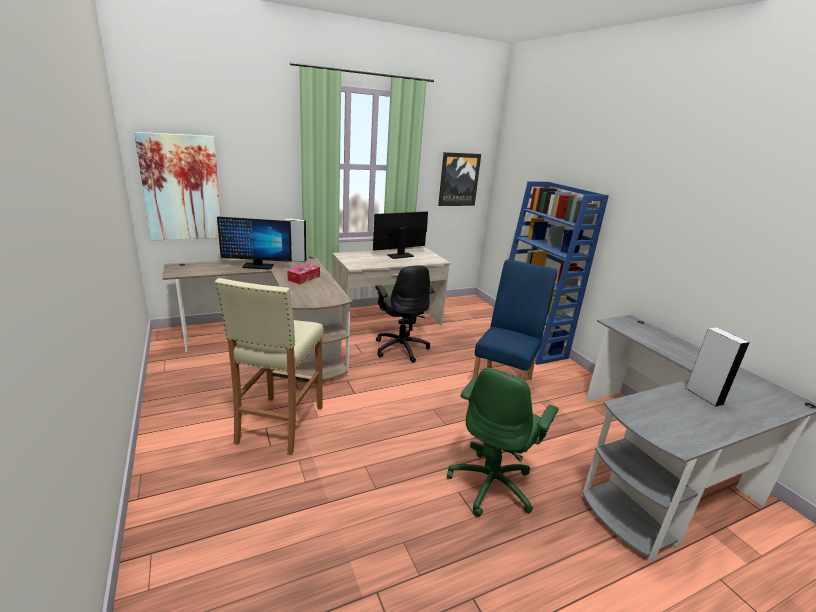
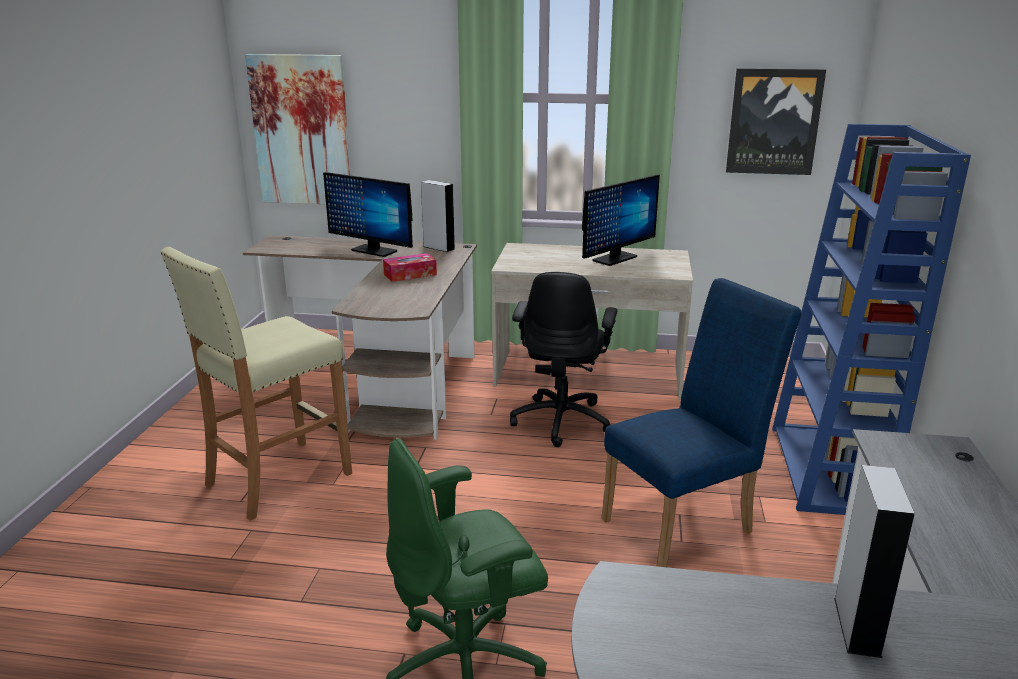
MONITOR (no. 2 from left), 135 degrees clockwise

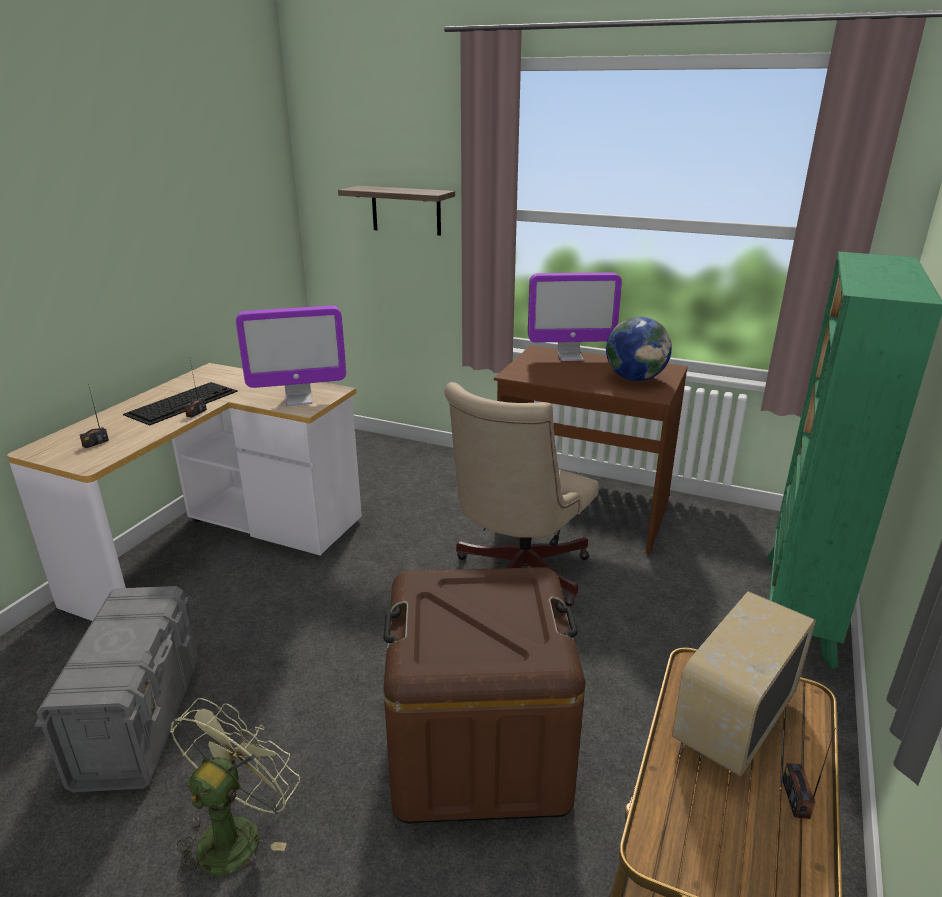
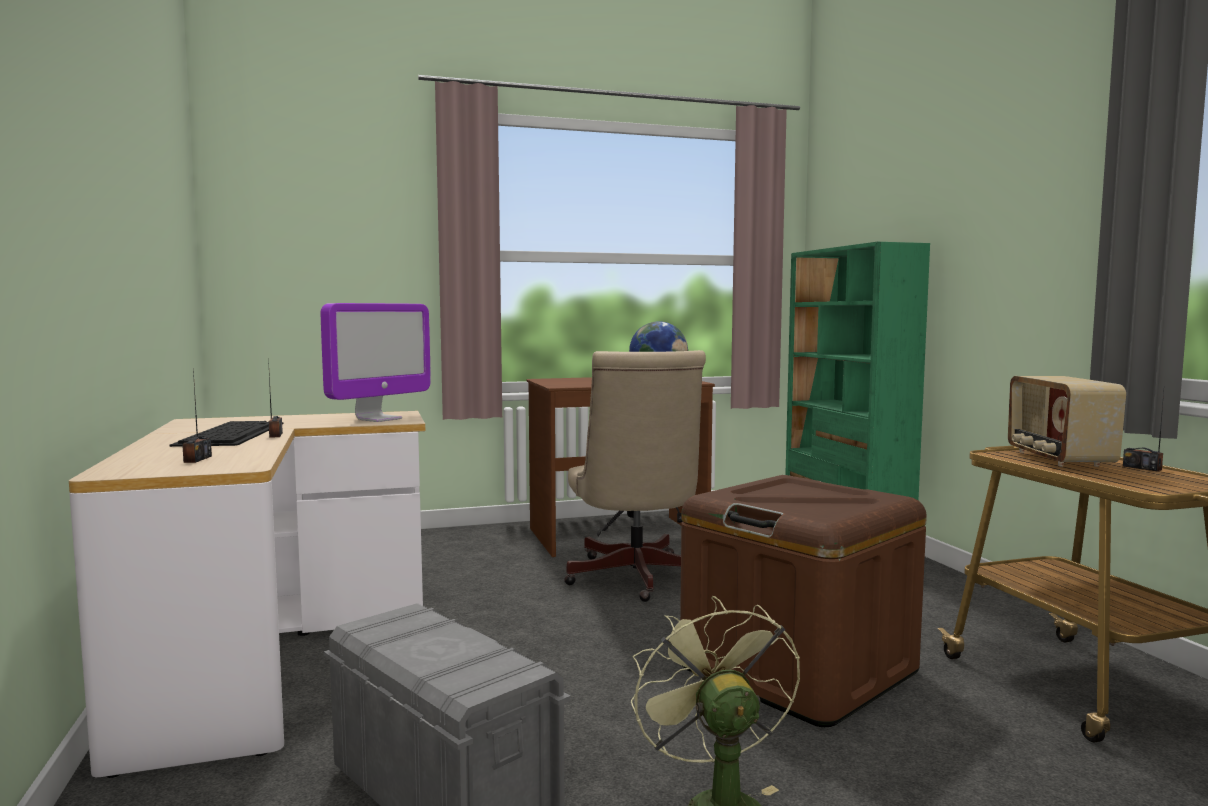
SHELF → -
MONITOR (no. 2 from left) → -

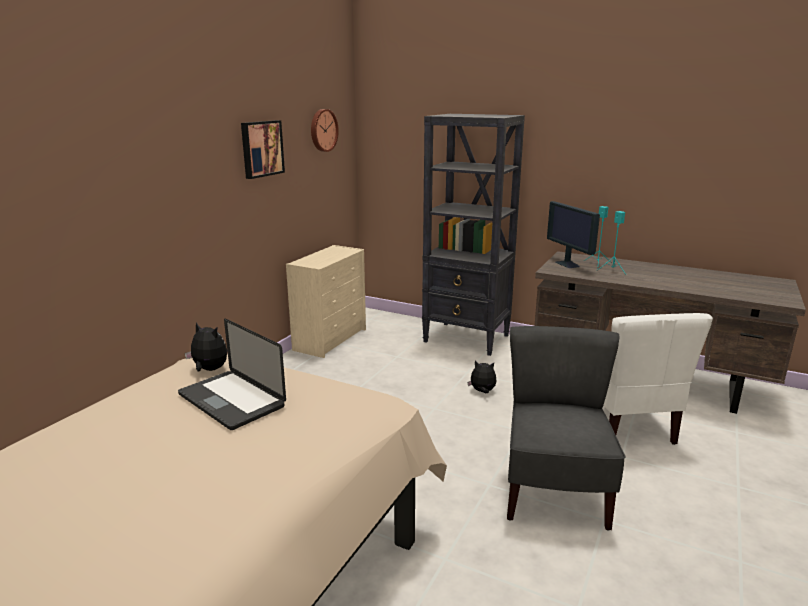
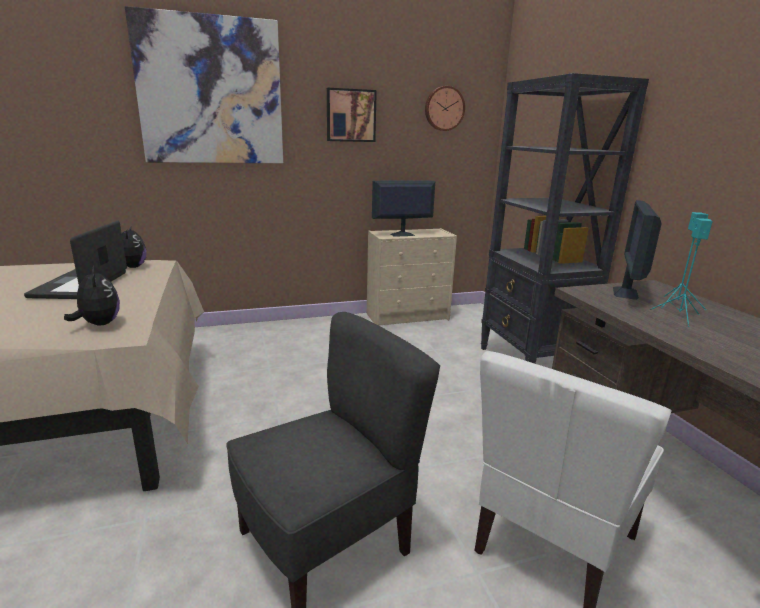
PLUSH TOY (no. 2 from left in the first image) → PLUSH TOY (no. 1 from left), relocated
- → PICTURE (no. 1 from left)
- → MONITOR (no. 1 from left)

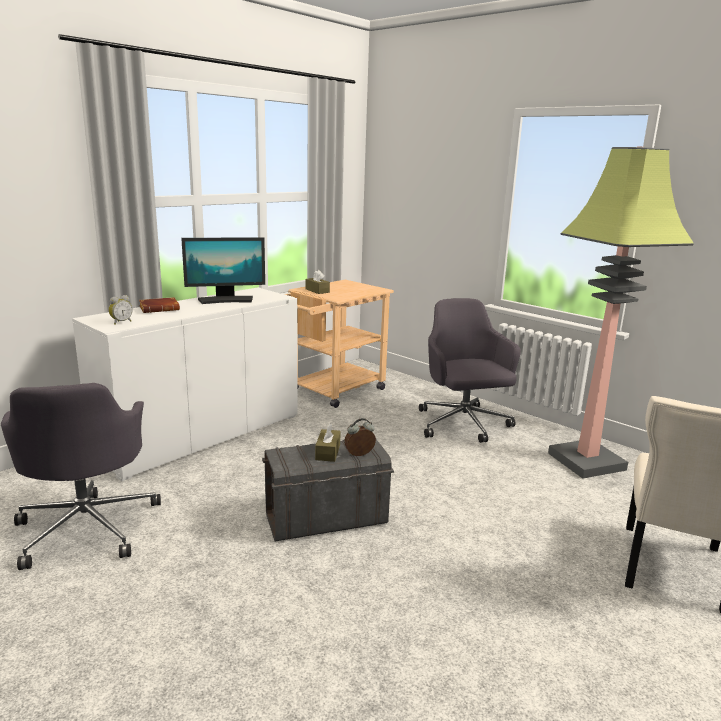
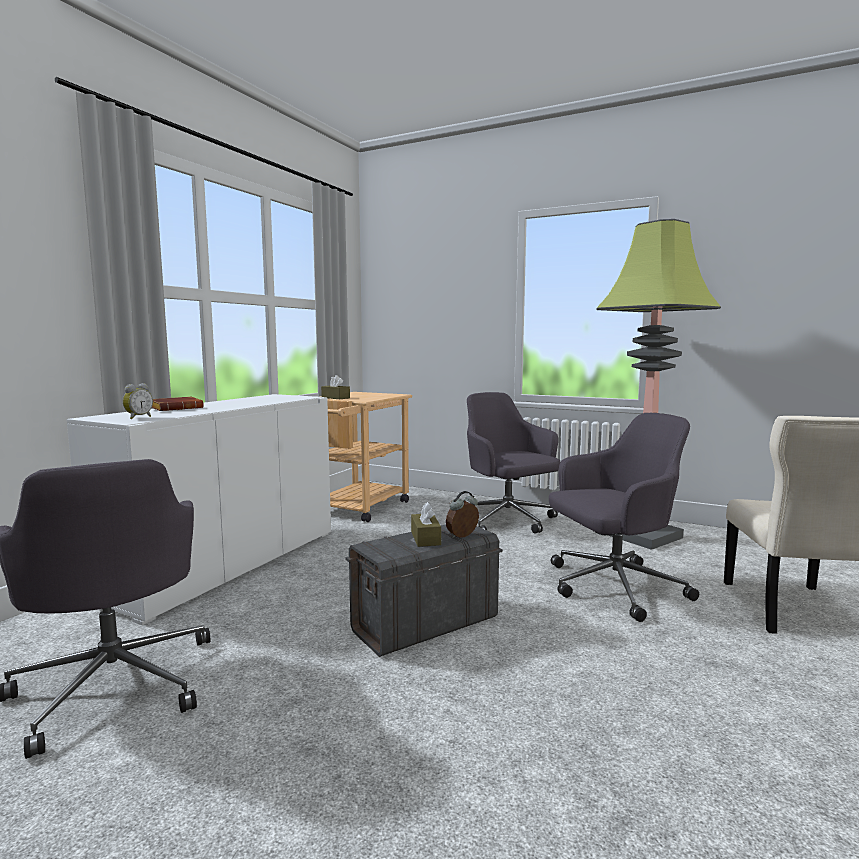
MONITOR → -
- → GREY OFFICE CHAIR (no. 3 from left)

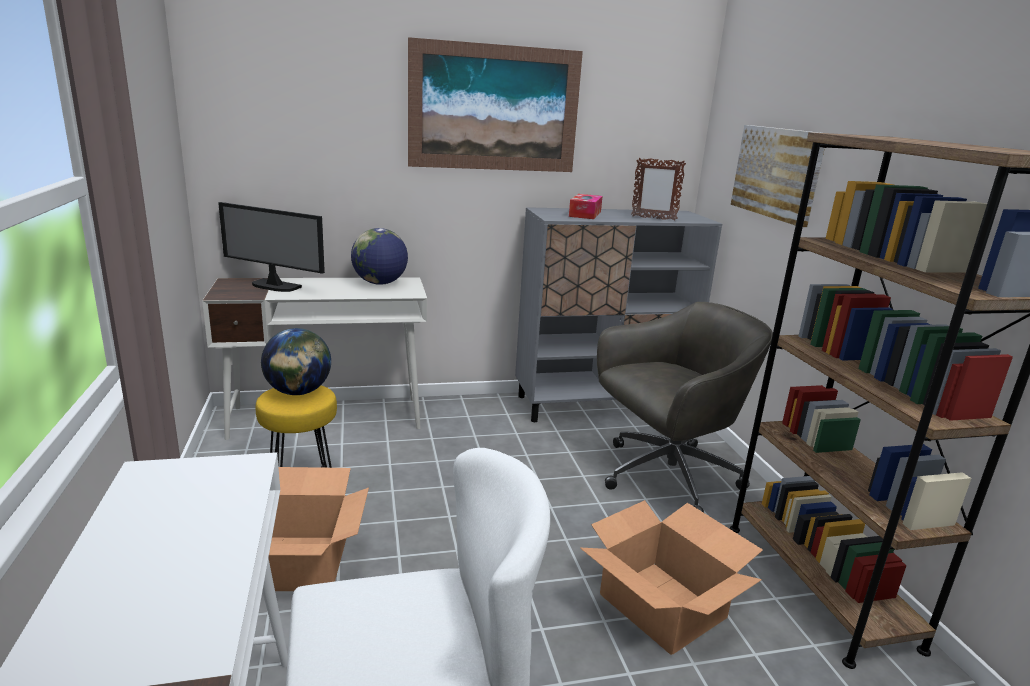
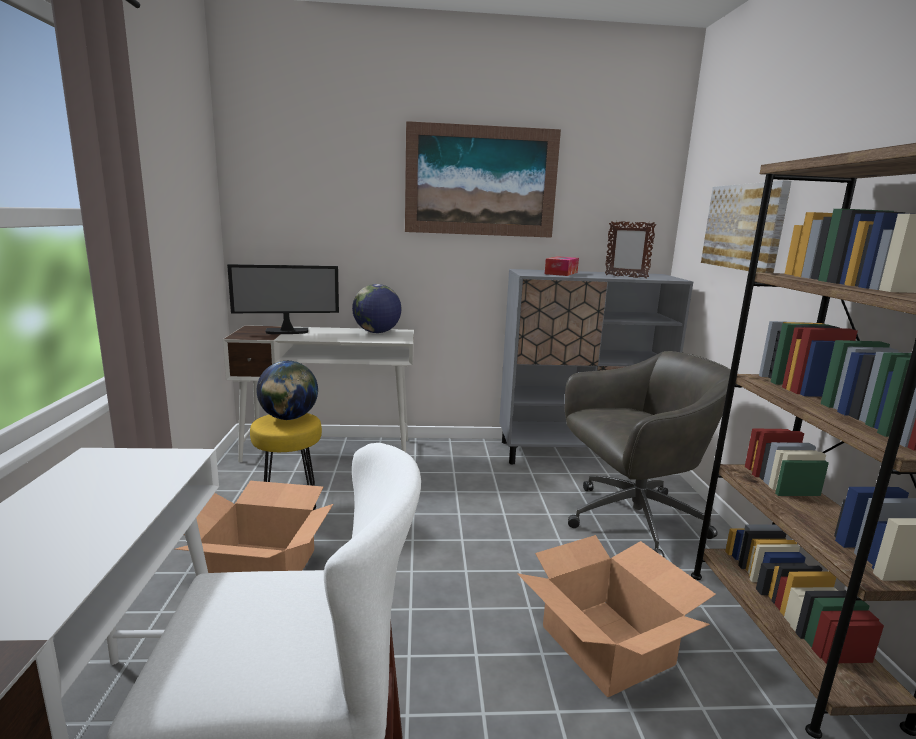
MONITOR, 45 degrees counterclockwise

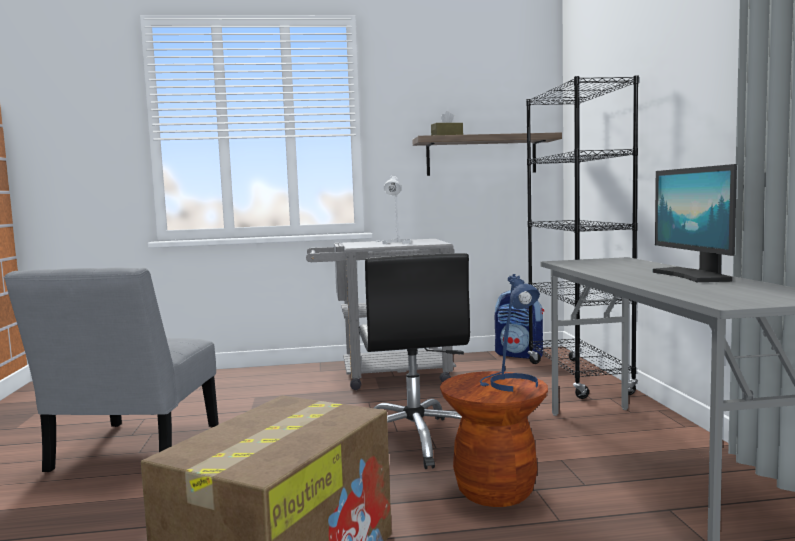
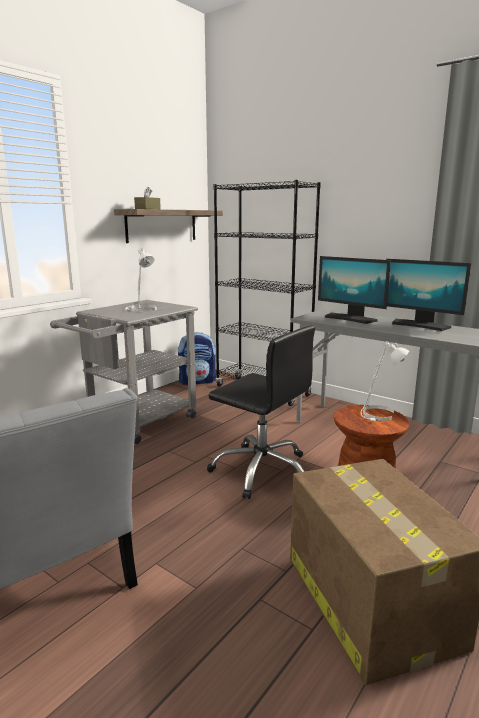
BLUE TABLE LAMP → WHITE TABLE LAMP (no. 2 from left)
- → MONITOR (no. 1 from left)

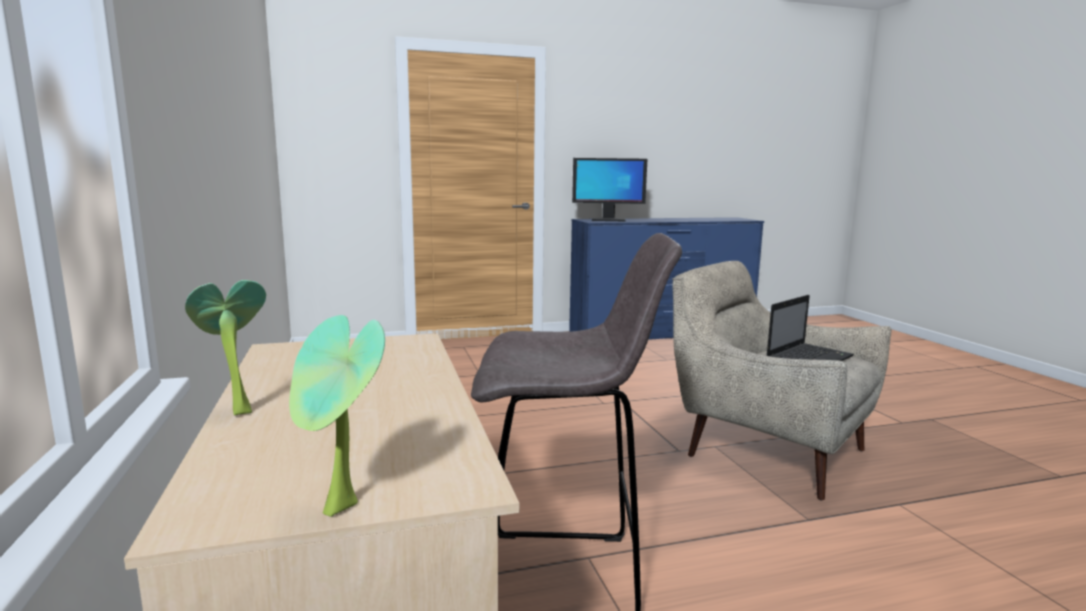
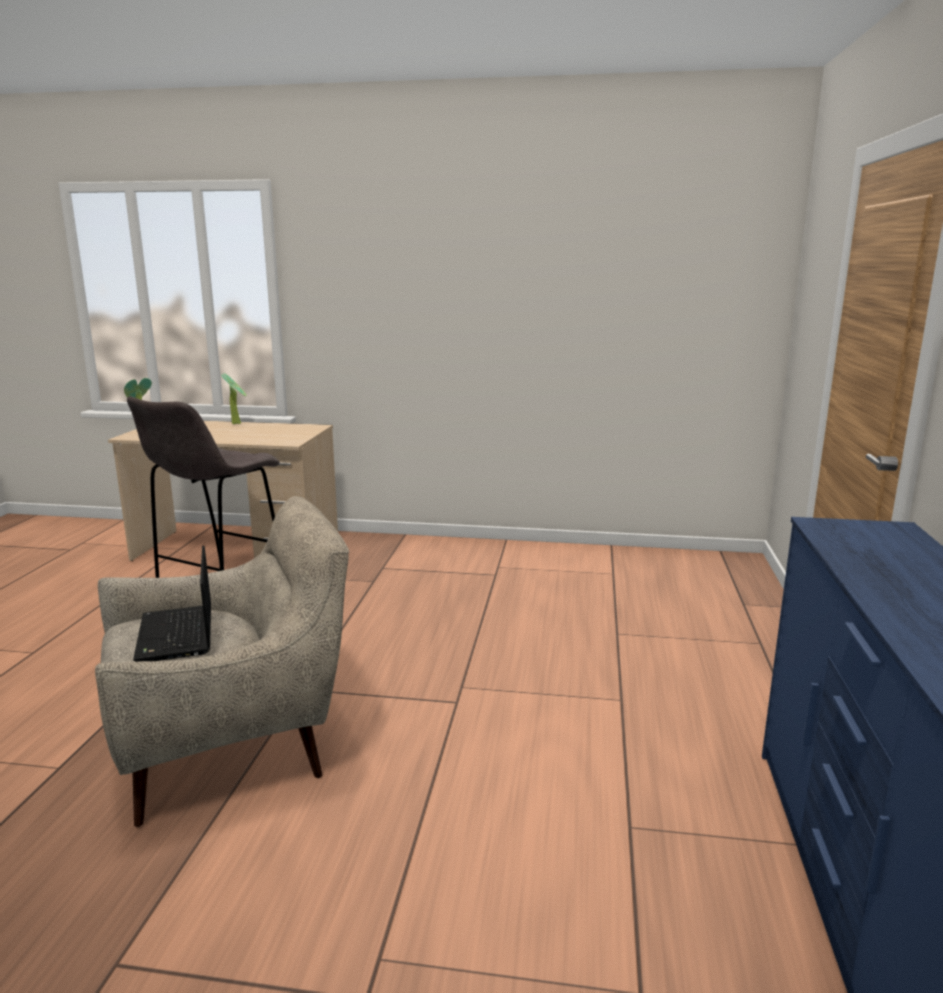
MONITOR → -

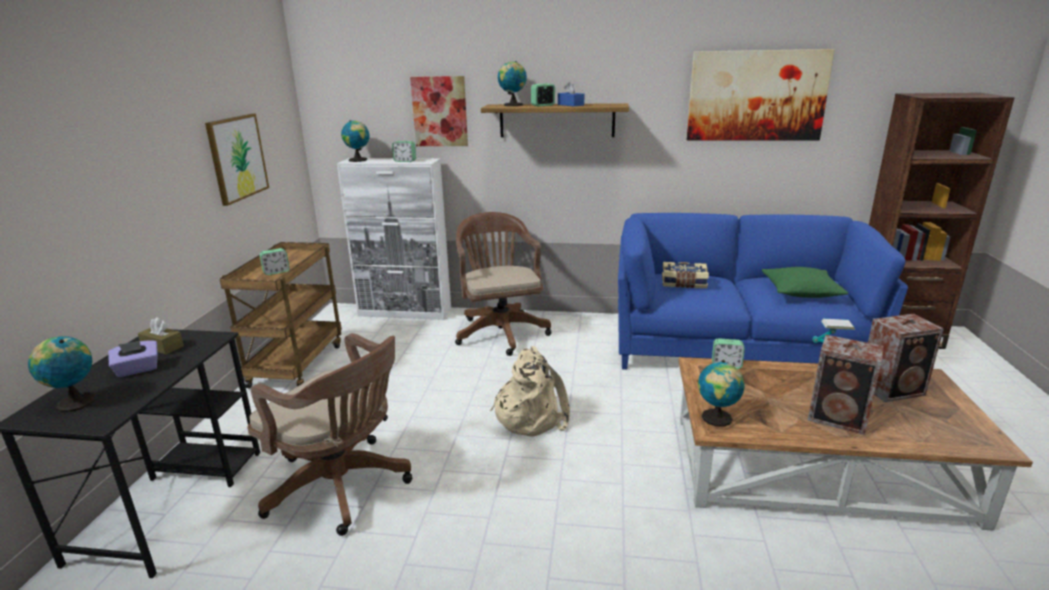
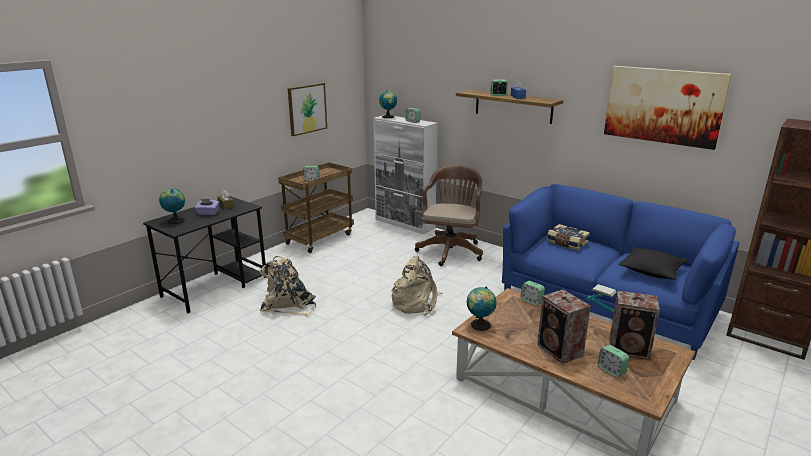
GLOBE (no. 3 from left) → -
PICTURE (no. 2 from left) → -
GREEN PILLOW → BLACK PILLOW
BROWN OFFICE CHAIR (no. 1 from left) → BEIGE BACKPACK (no. 1 from left)
- → ALARM CLOCK (no. 5 from left)

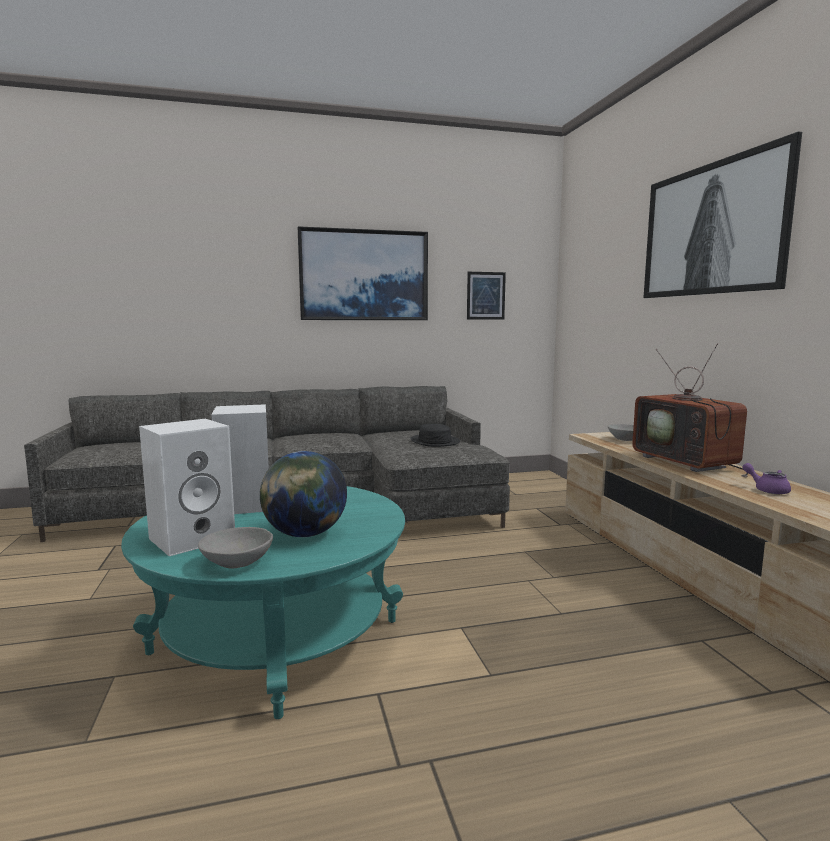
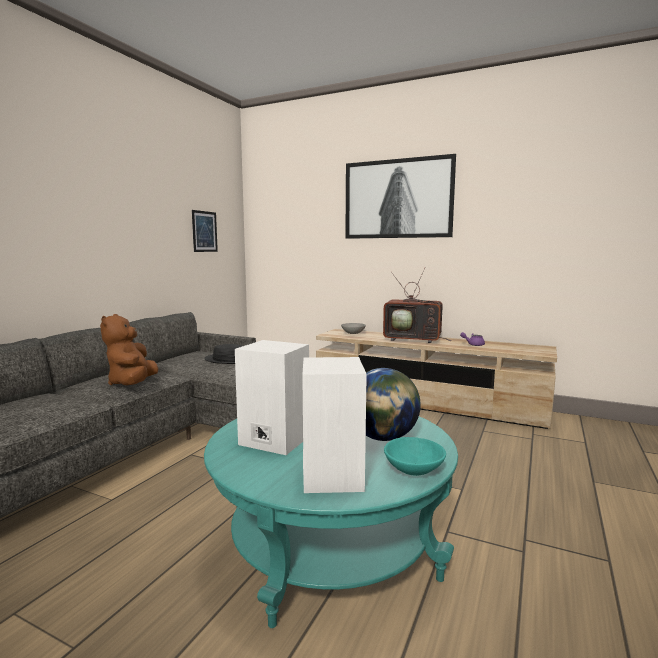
PICTURE (no. 1 from left) → -
GREY BOWL (no. 1 from left) → TURQUOISE BOWL
- → BROWN PLUSH TOY

